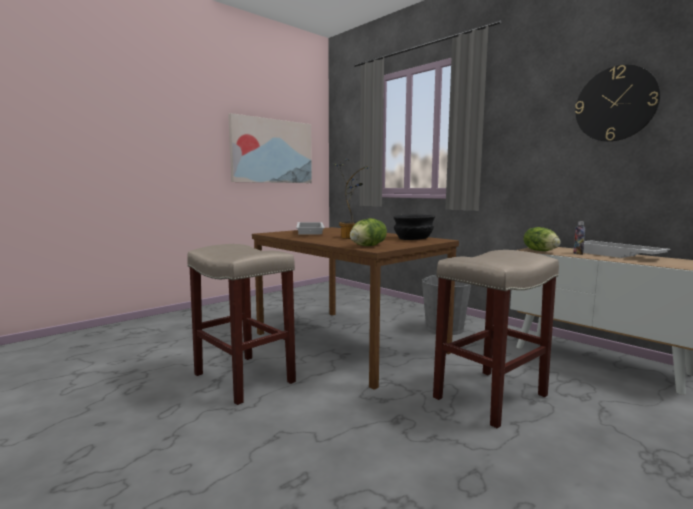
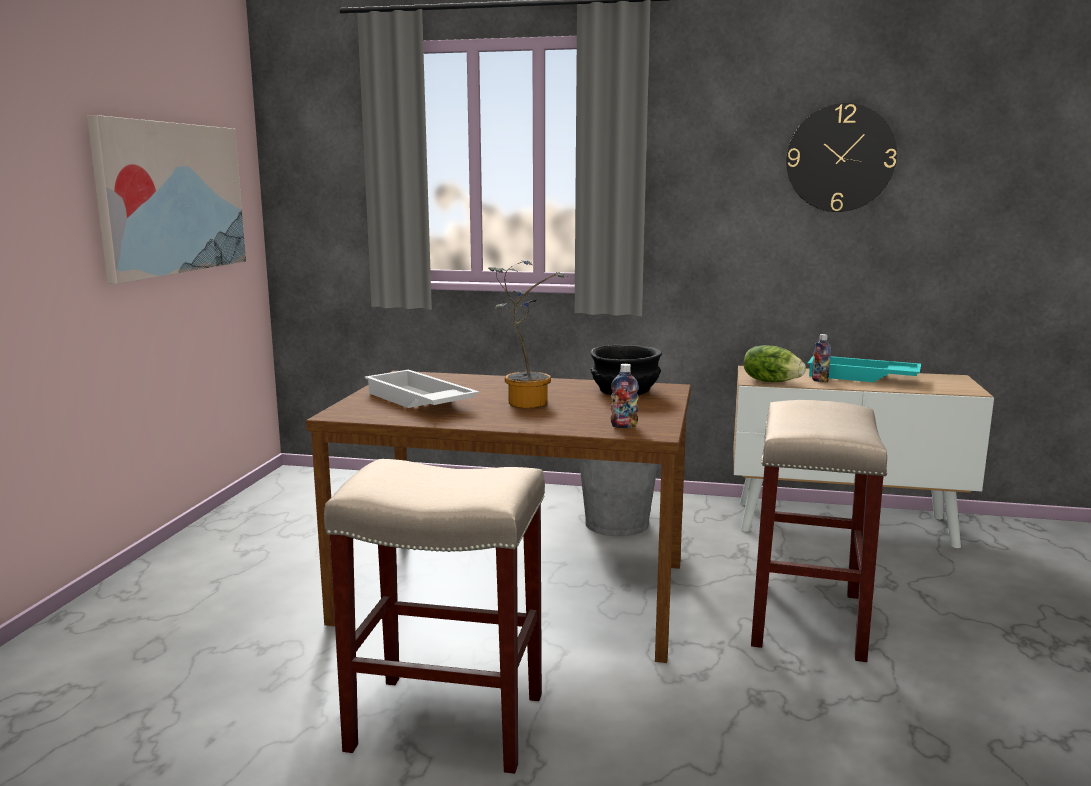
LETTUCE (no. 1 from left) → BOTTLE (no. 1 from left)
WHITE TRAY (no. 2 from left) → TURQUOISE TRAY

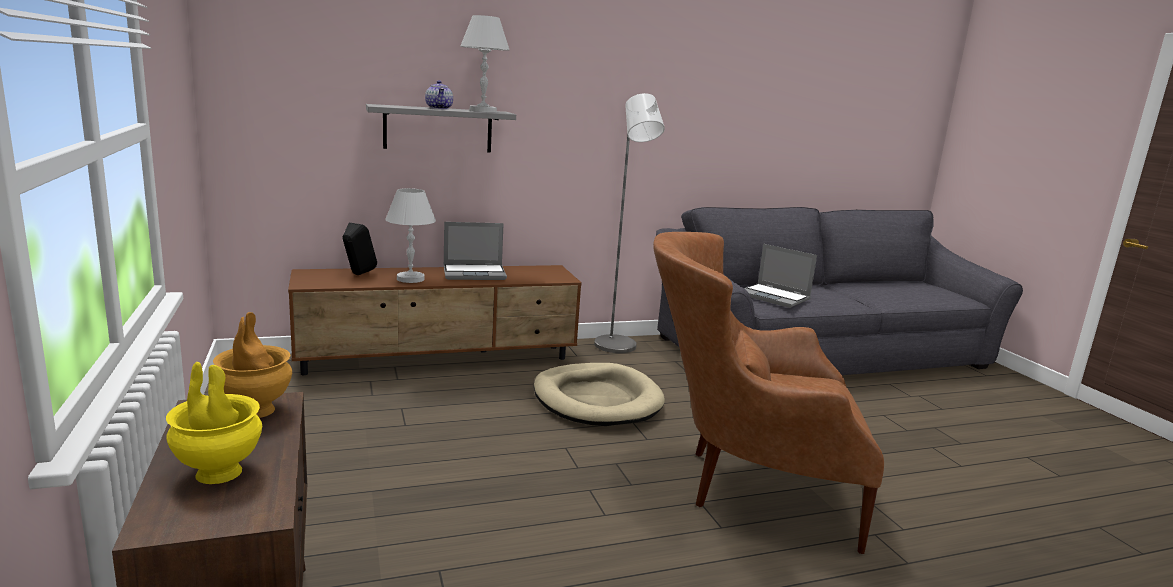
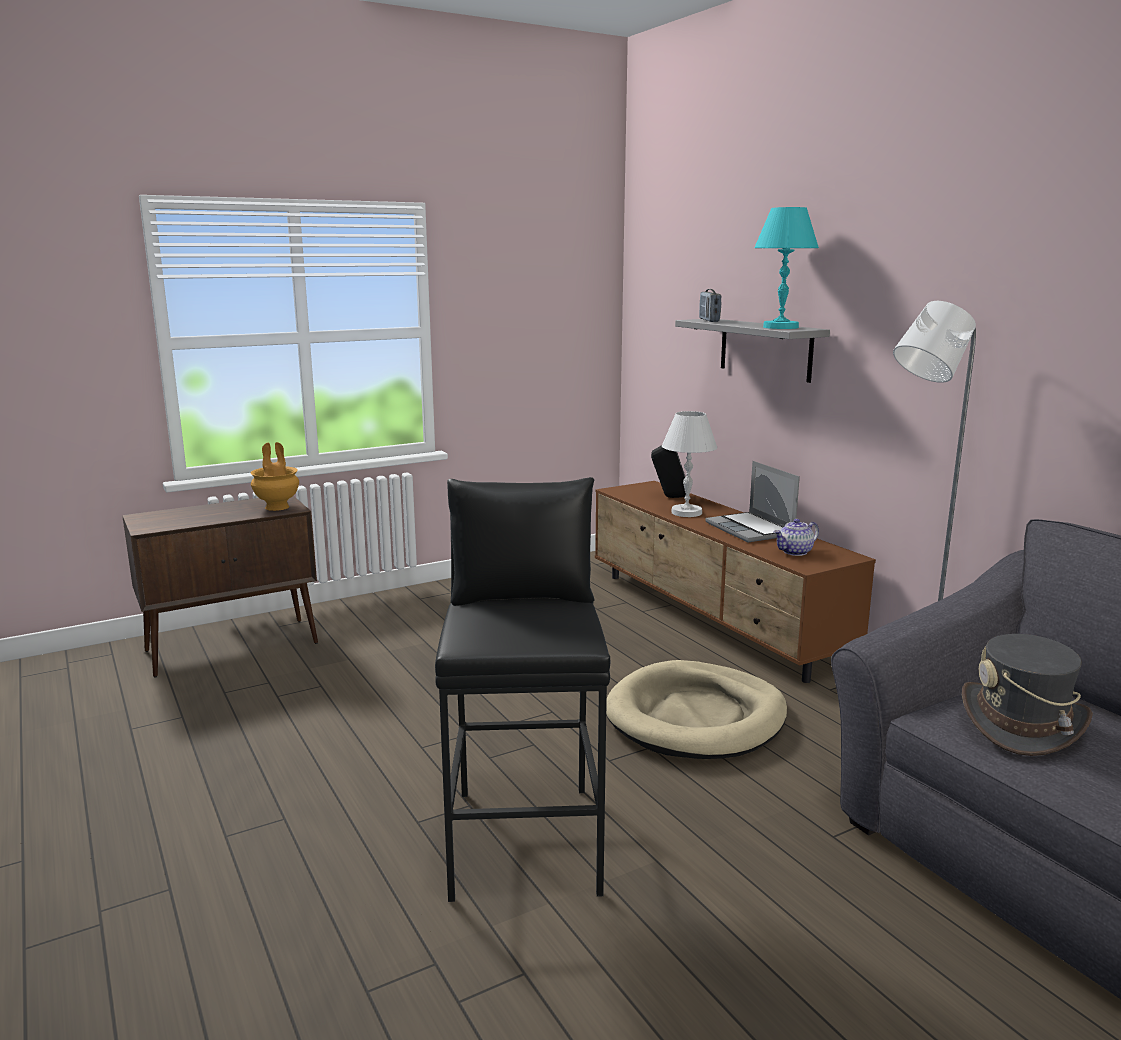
WHITE TABLE LAMP (no. 2 from left) → TURQUOISE TABLE LAMP
TEAPOT, relocated
BROWN ARMCHAIR → BLACK STOOL
LAPTOP (no. 2 from left) → GREY HAT
YELLOW VASE → -
- → RADIO

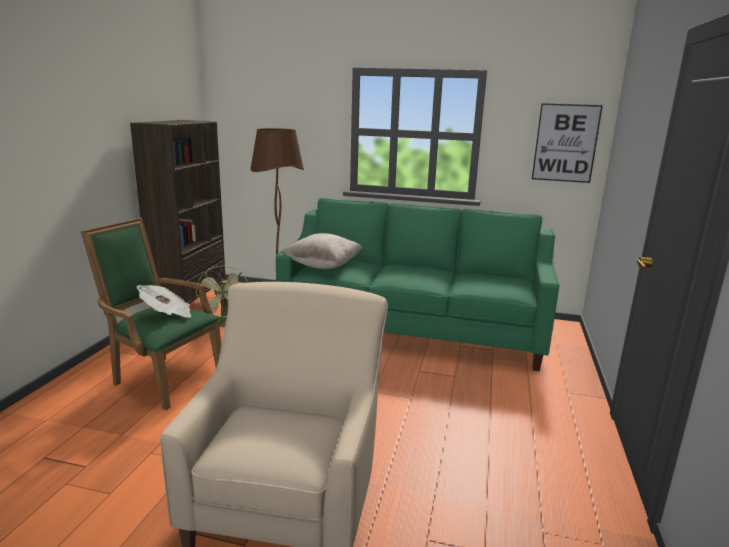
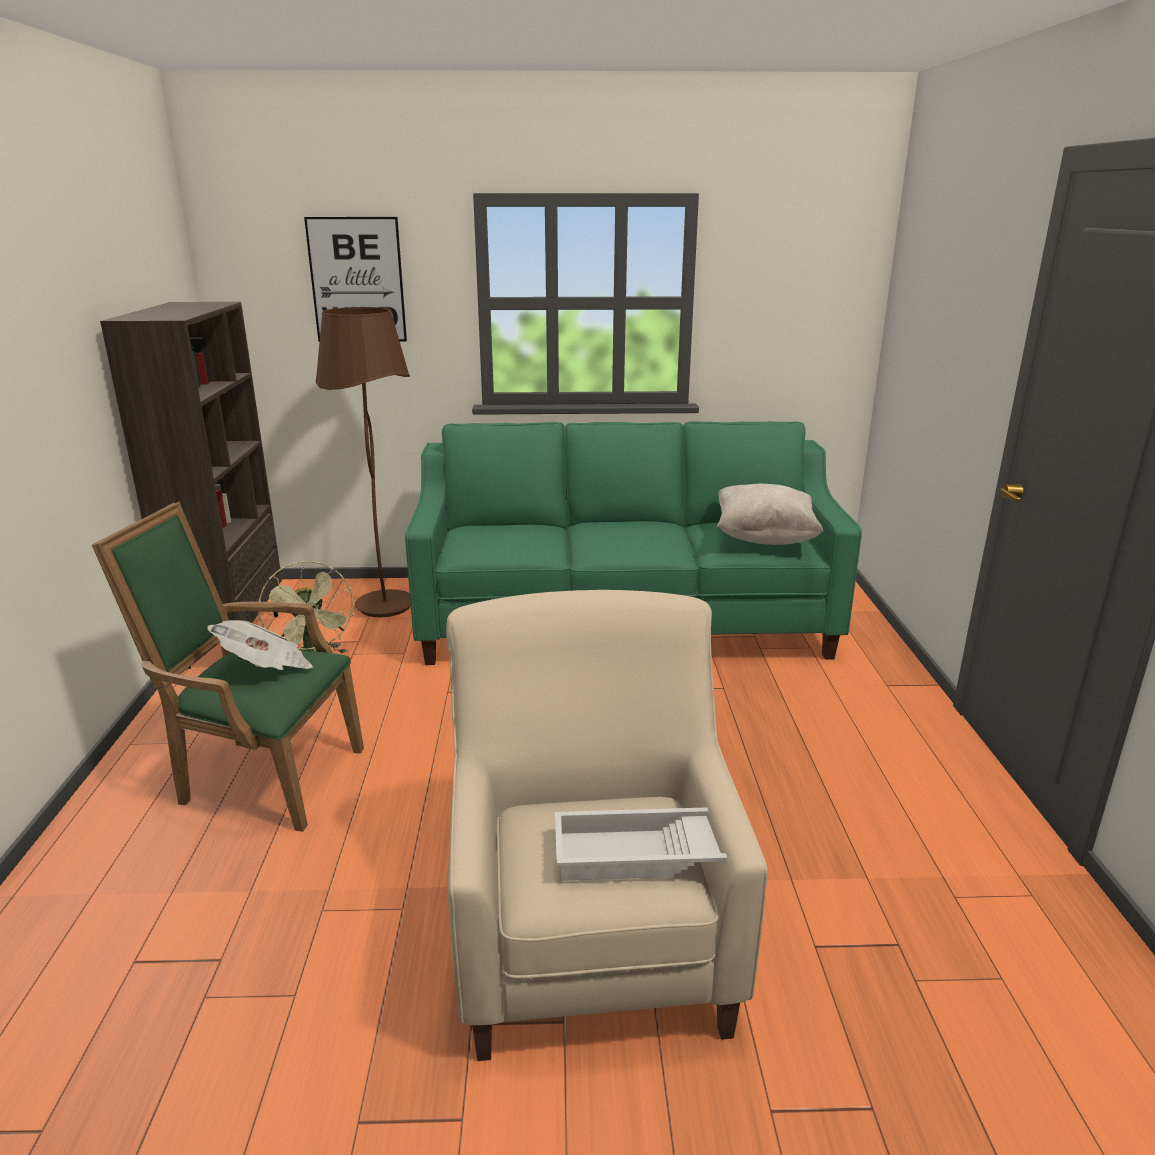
PICTURE, relocated
BEIGE PILLOW, relocated
- → WHITE TRAY

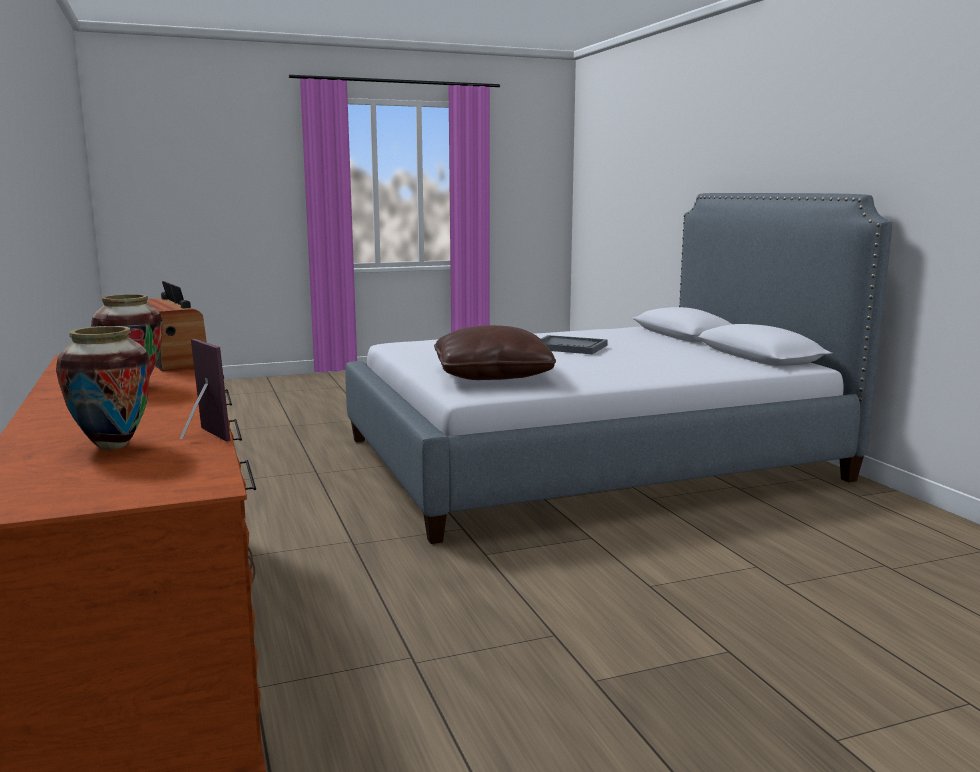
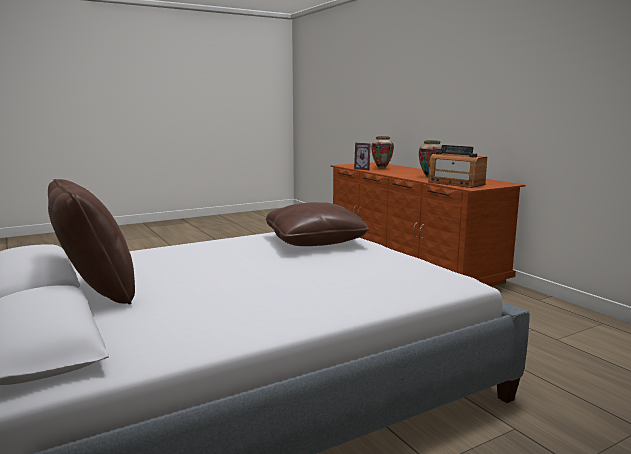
GREY TRAY → -
- → BROWN PILLOW (no. 1 from left)

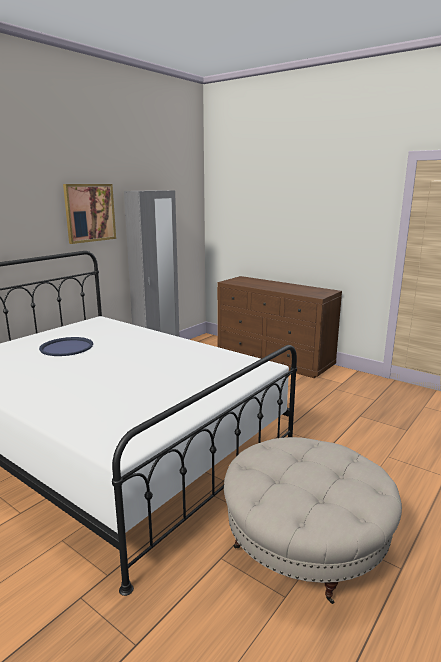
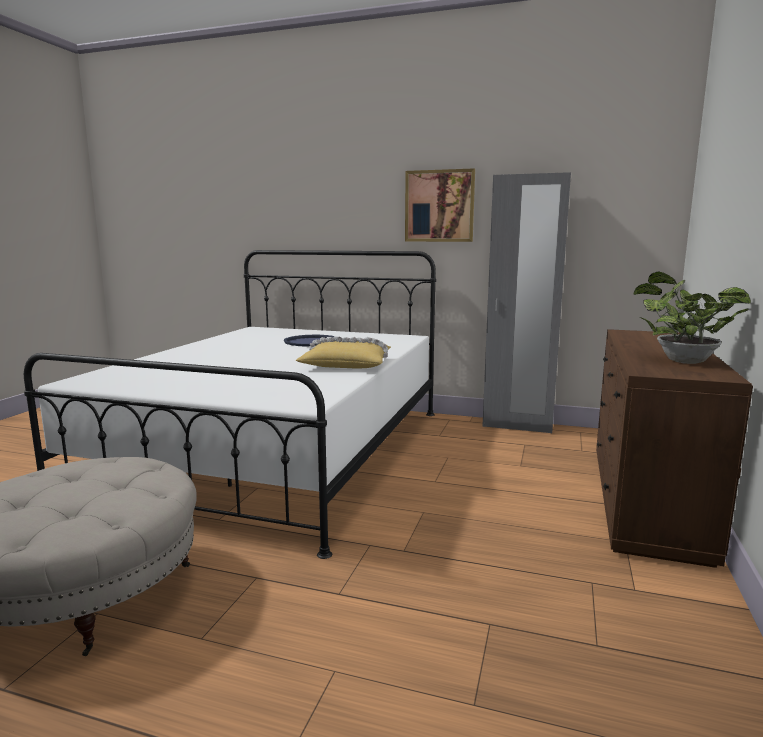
- → POTTED PLANT
- → YELLOW PILLOW

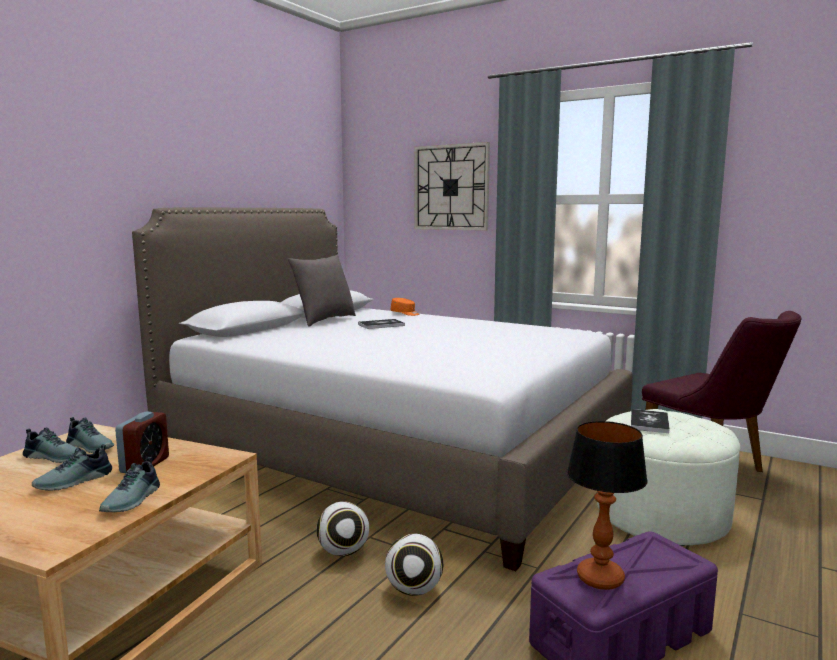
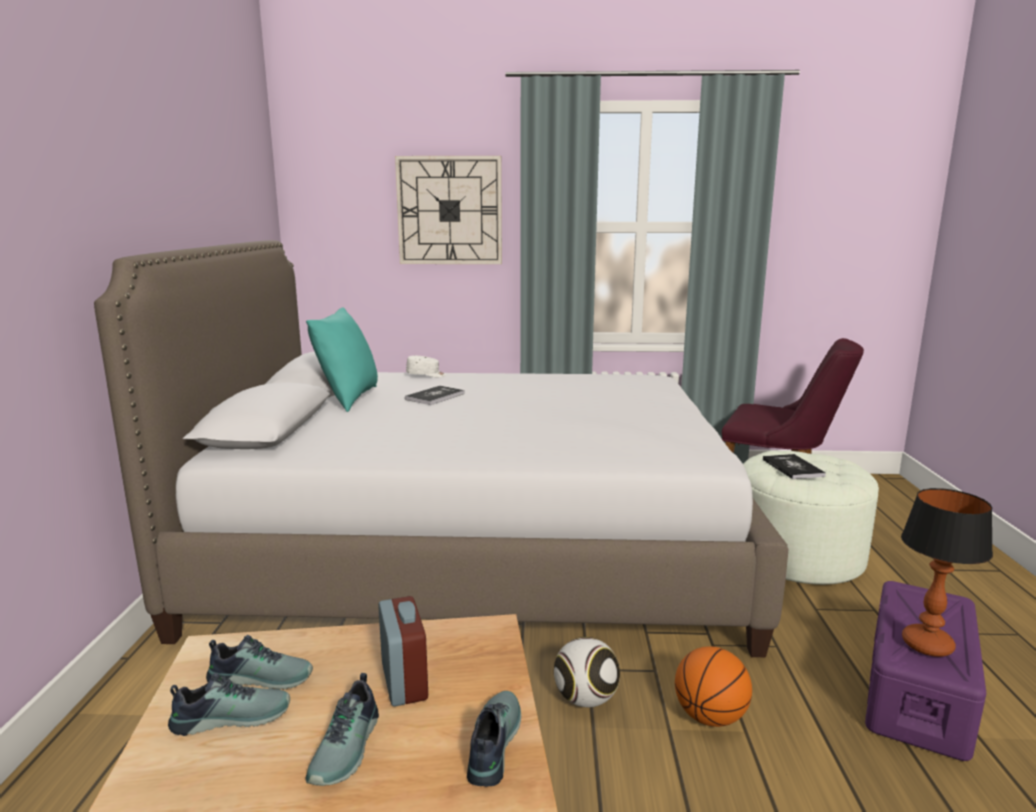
GREY PILLOW → TURQUOISE PILLOW
ORANGE CAP → WHITE CAP
SHOE (no. 4 from left), 150 degrees counterclockwise
FOOTBALL (no. 2 from left) → BASKETBALL

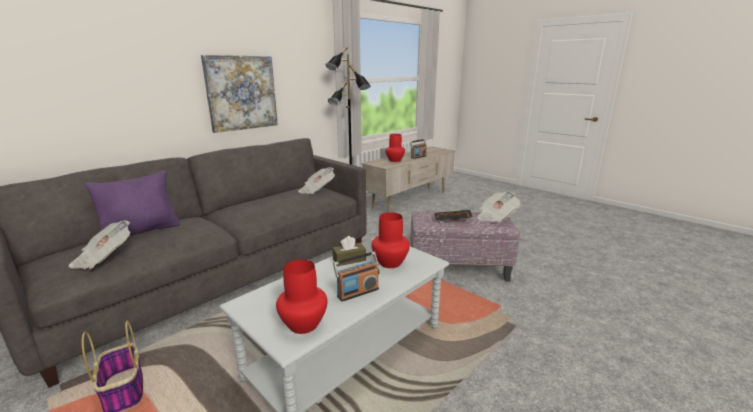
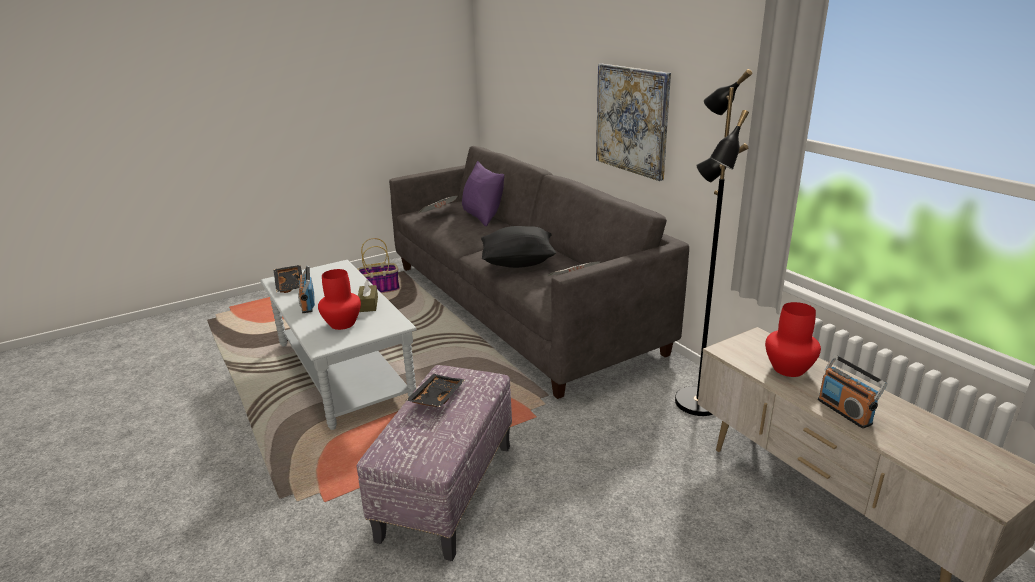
NEWSPAPER (no. 3 from left) → -
RED VASE (no. 1 from left) → BLACK TRAY (no. 1 from left)
- → BLACK PILLOW

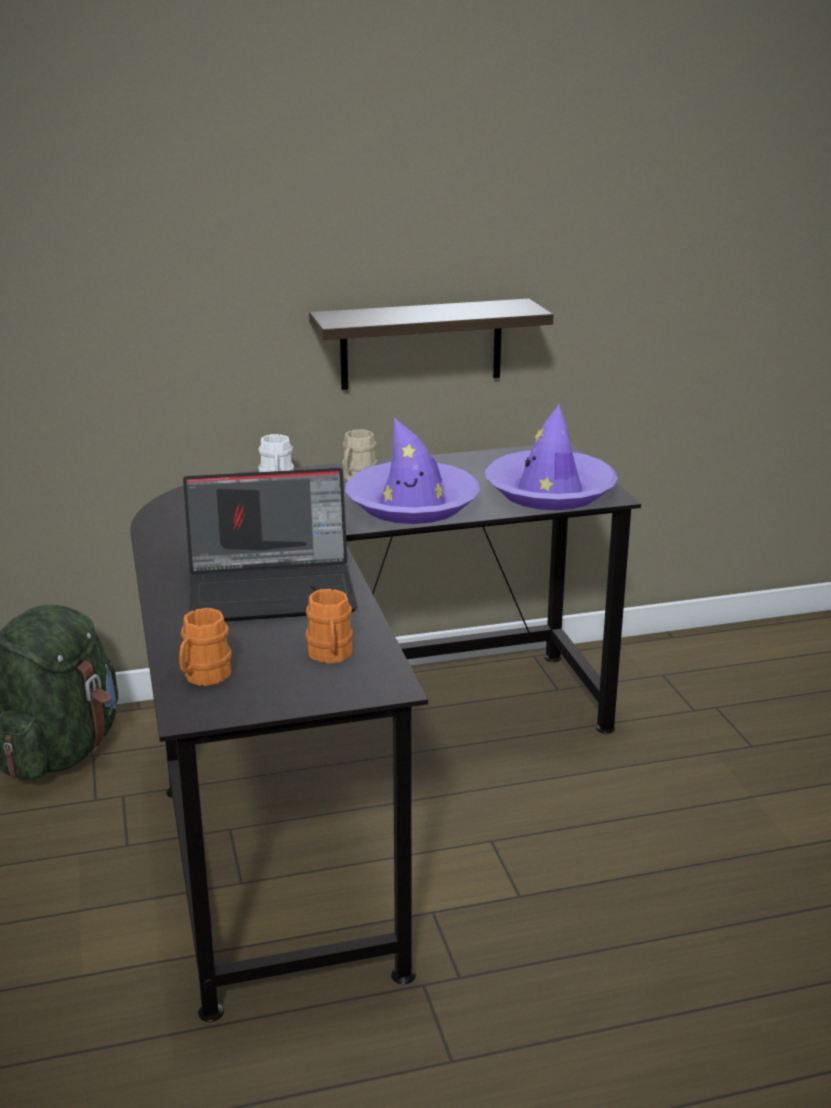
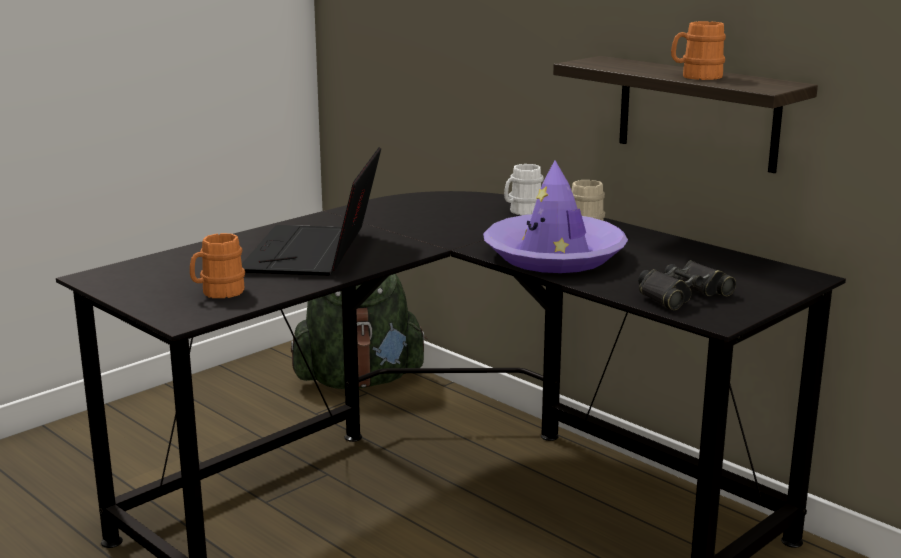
PURPLE HAT (no. 2 from left) → BLACK BINOCULARS
LAPTOP, 45 degrees clockwise
ORANGE MUG (no. 1 from left in the first image) → ORANGE MUG (no. 2 from left), relocated

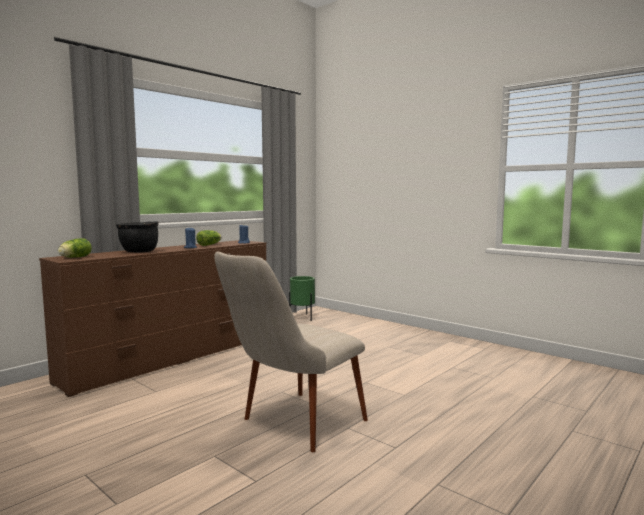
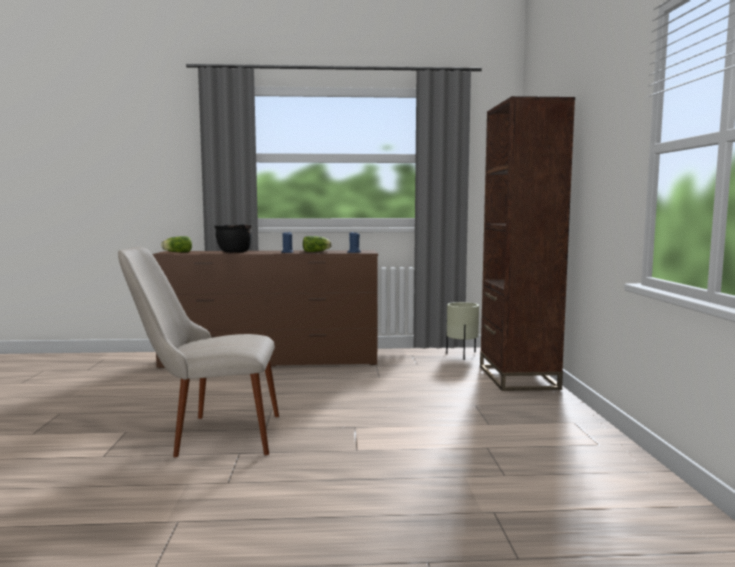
GREEN PLANTER → BEIGE PLANTER
- → BROWN BOOKCASE

